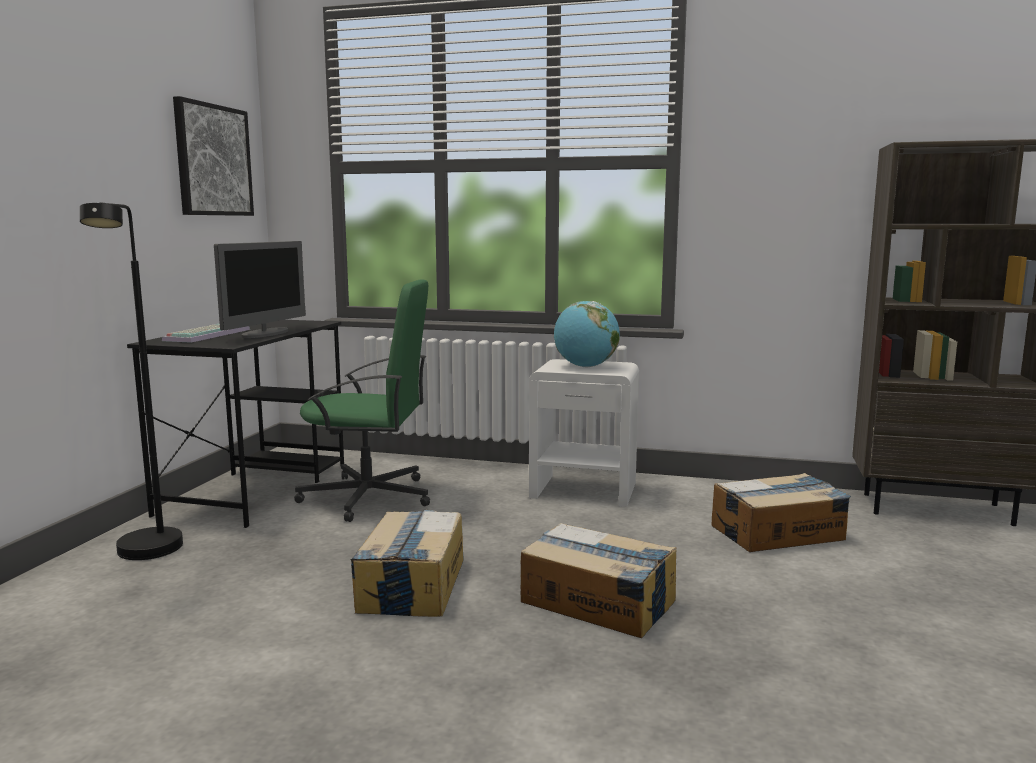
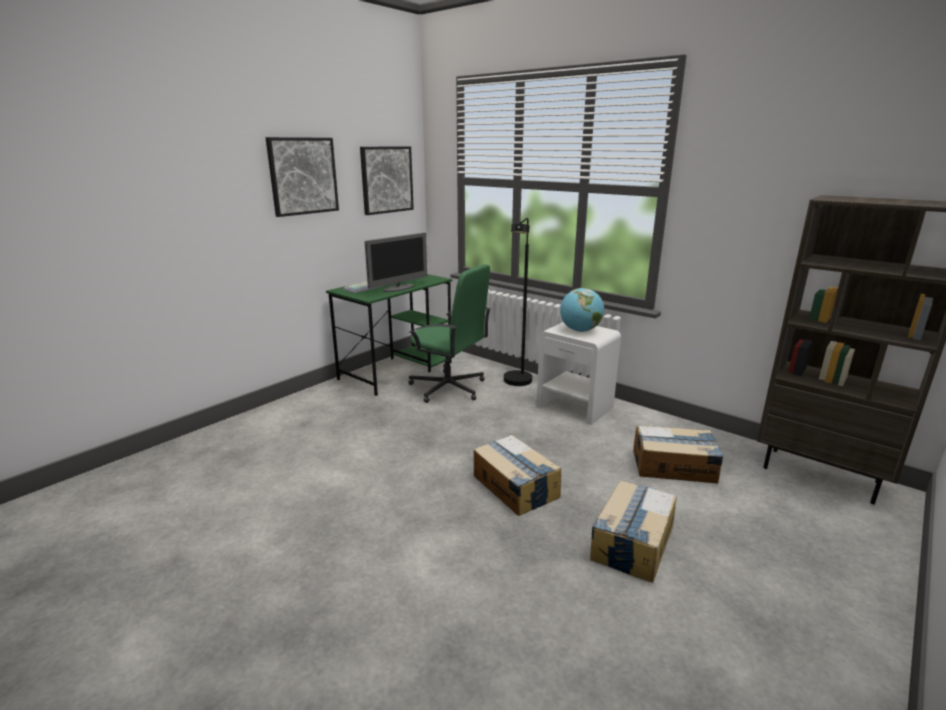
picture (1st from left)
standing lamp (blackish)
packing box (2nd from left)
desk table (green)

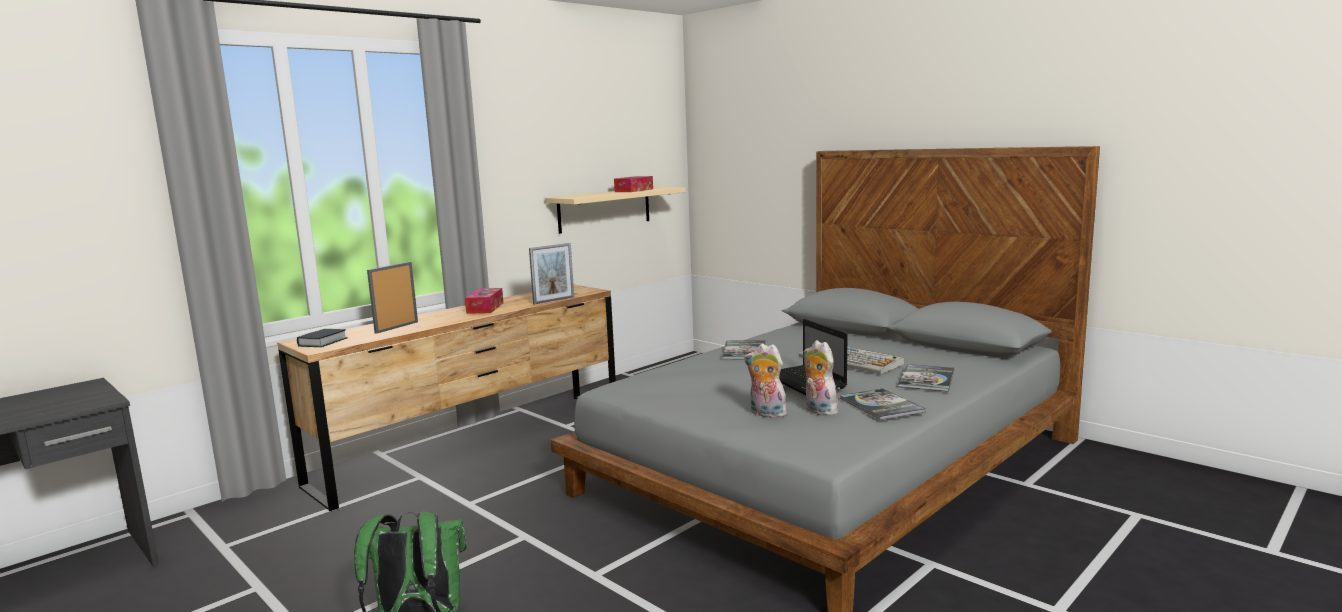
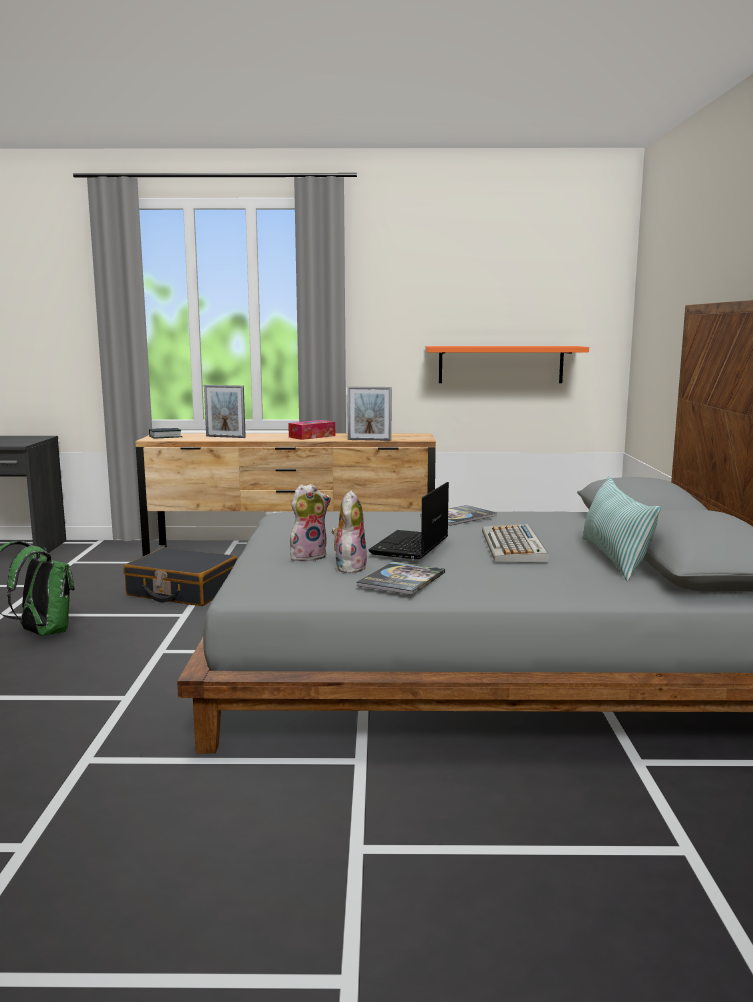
box of tissues (2nd from left in the first image)
bound book (4th from left in the first image)
travel case (blackish)
pillow
shelf (orangey)
photo frame (1st from left)
soft toy (1st from left)

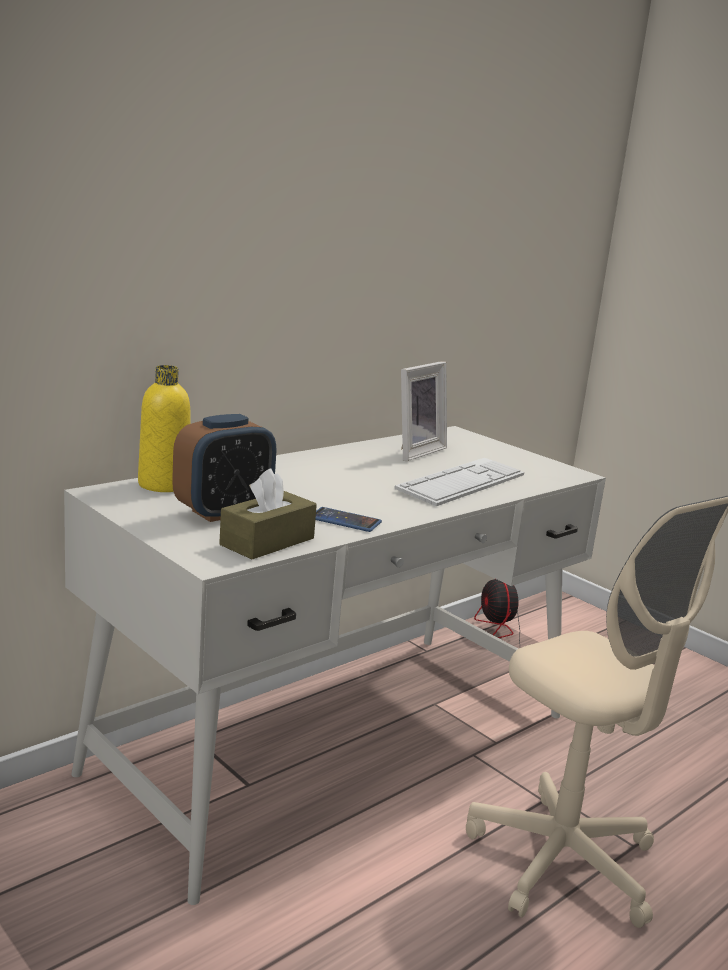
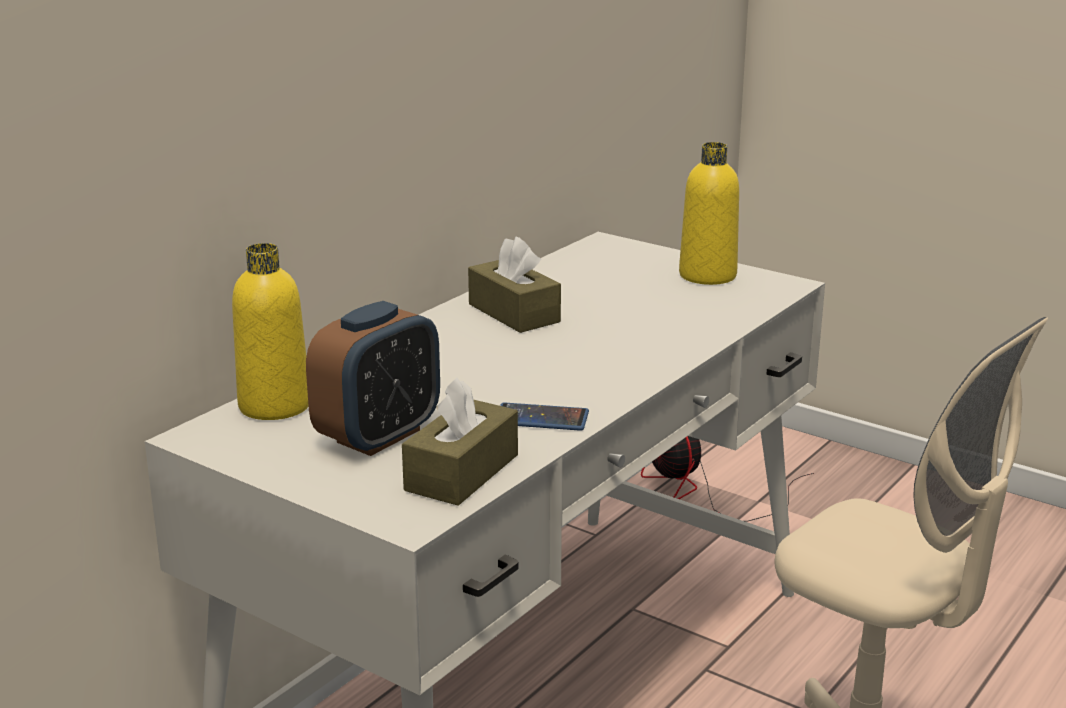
PC keyboard
photo frame
box of tissues (brownish) (2nd from left)
bottle (yellow) (2nd from left)

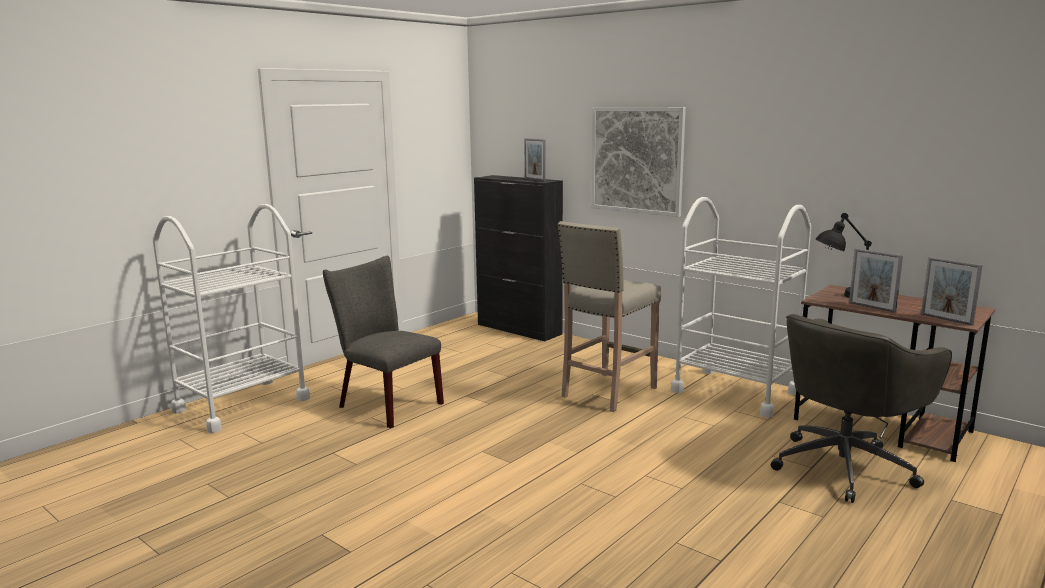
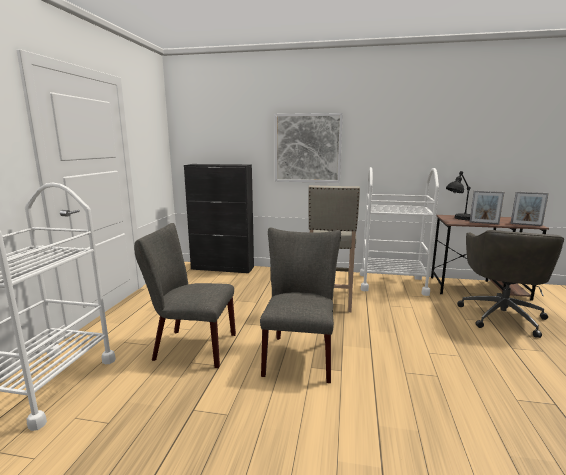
photo frame (1st from left in the first image)
upright chair (greyish) (2nd from left)

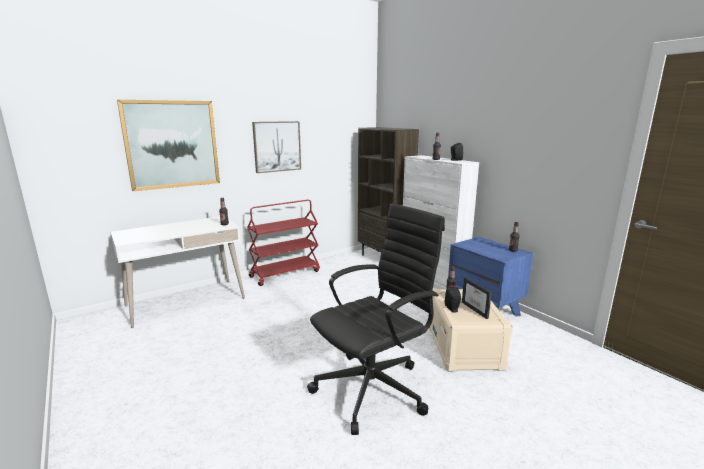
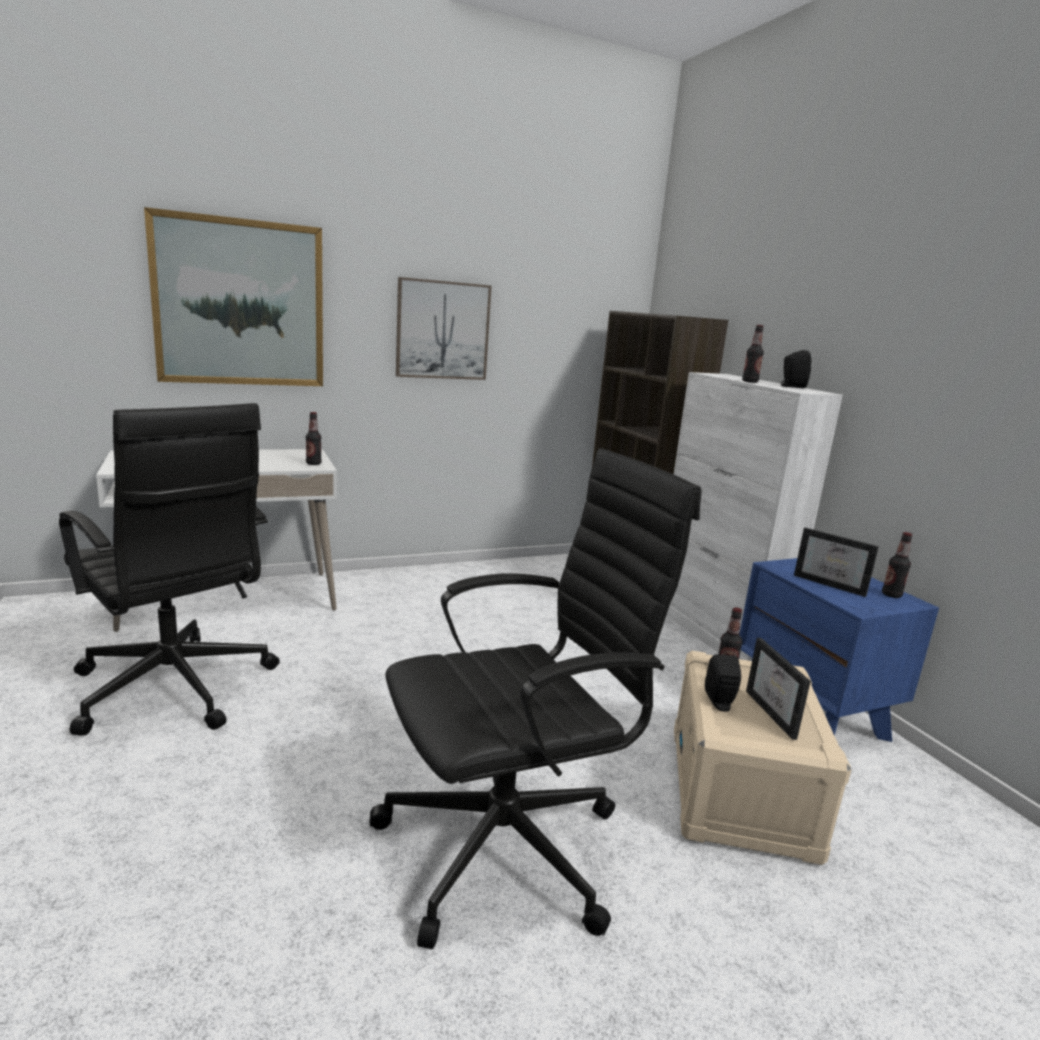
trolley (reddish)
desk chair (blackish) (1st from left)
photo frame (2nd from left)

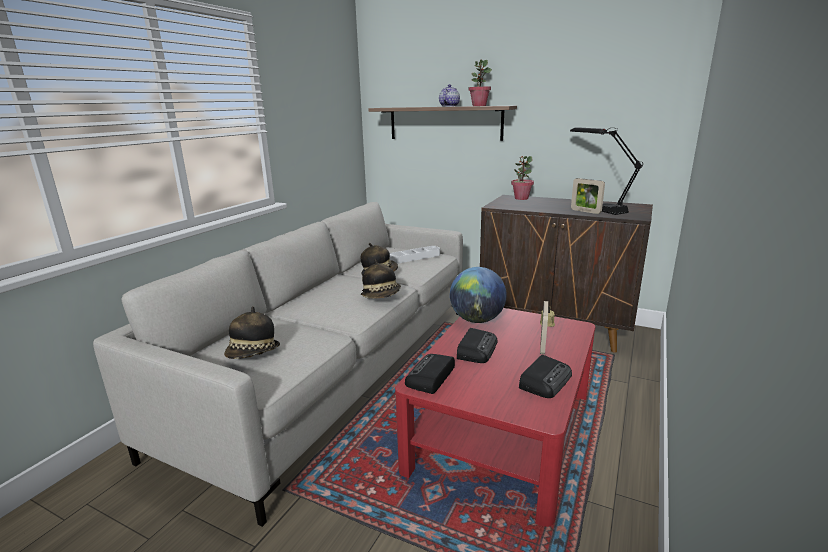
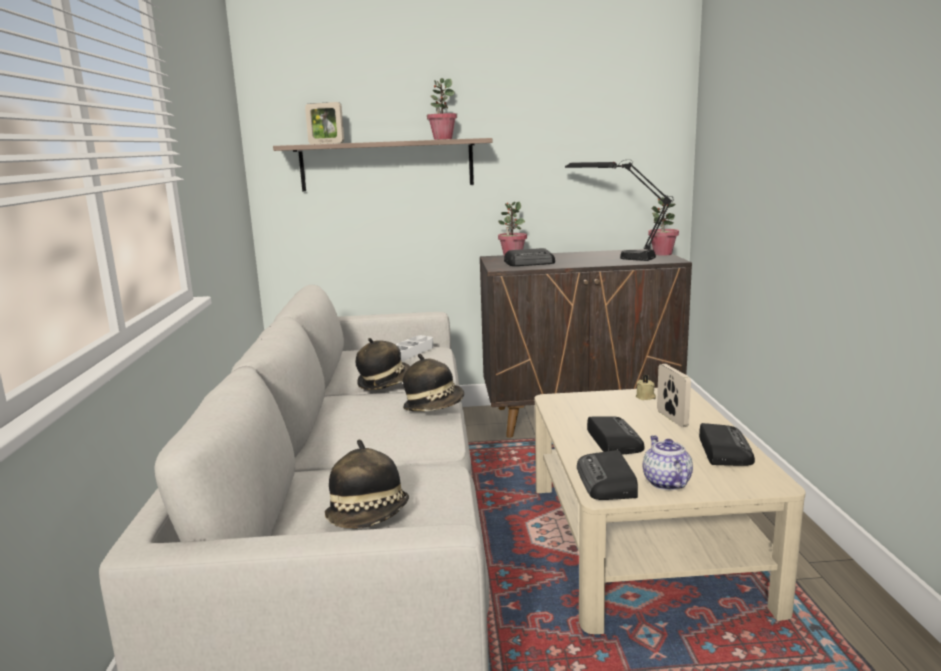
desk globe
radio (1st from left)
potted plant (3rd from left)
tea pot
photo frame (1st from left)
coffee table (sand-coloured)

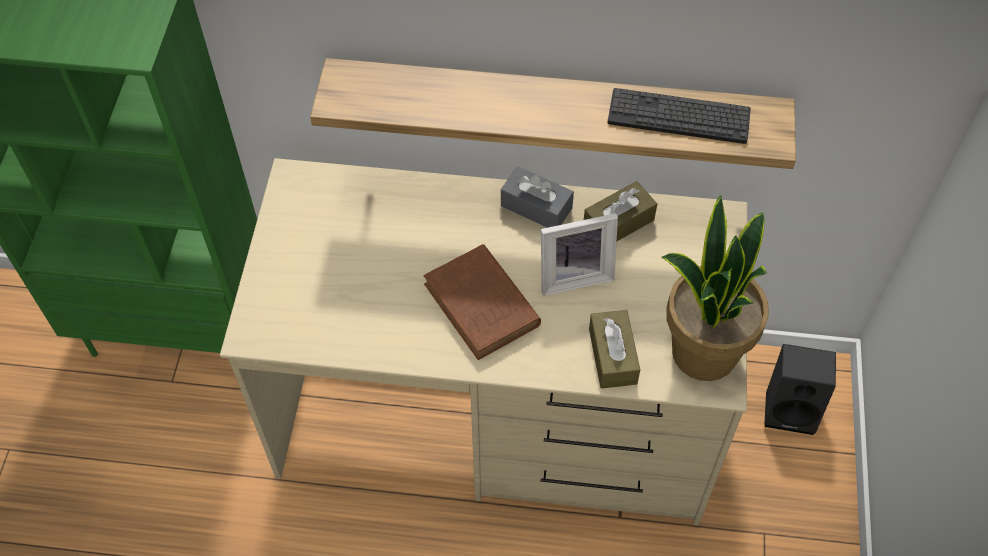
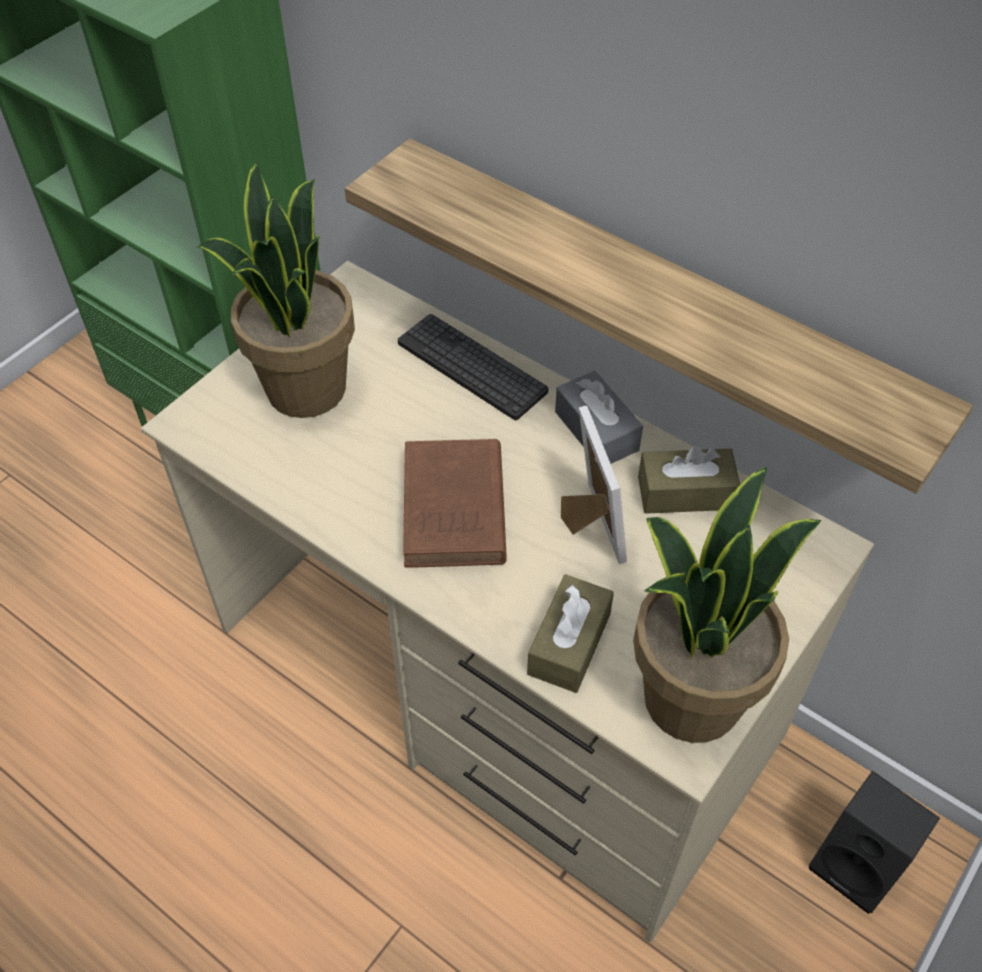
potted plant (1st from left)
PC keyboard
photo frame

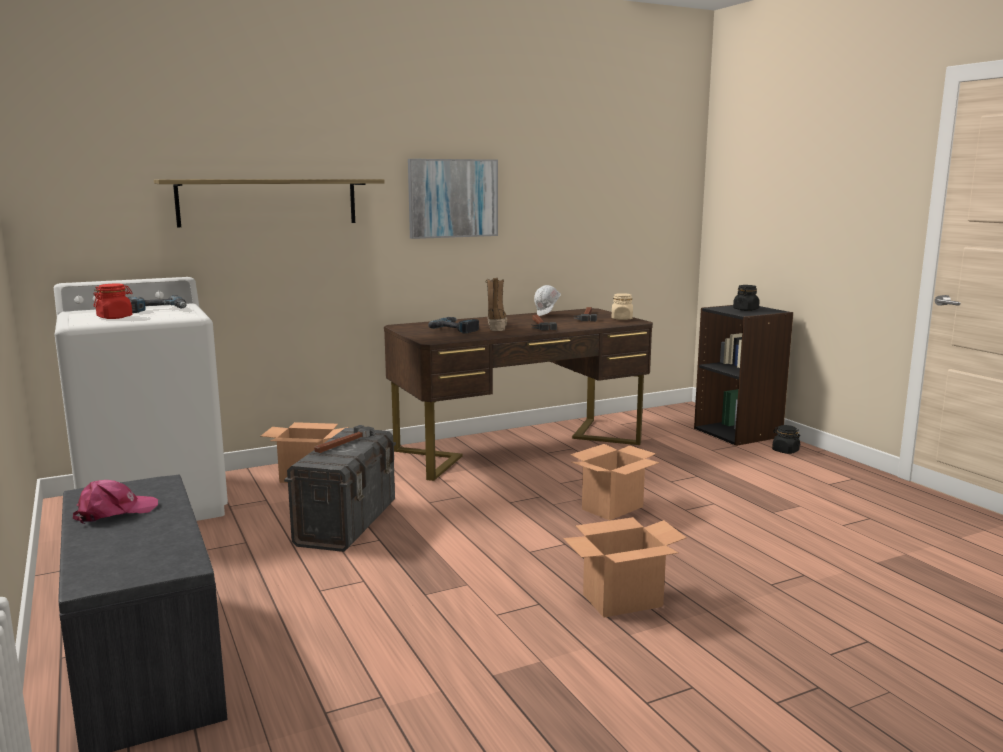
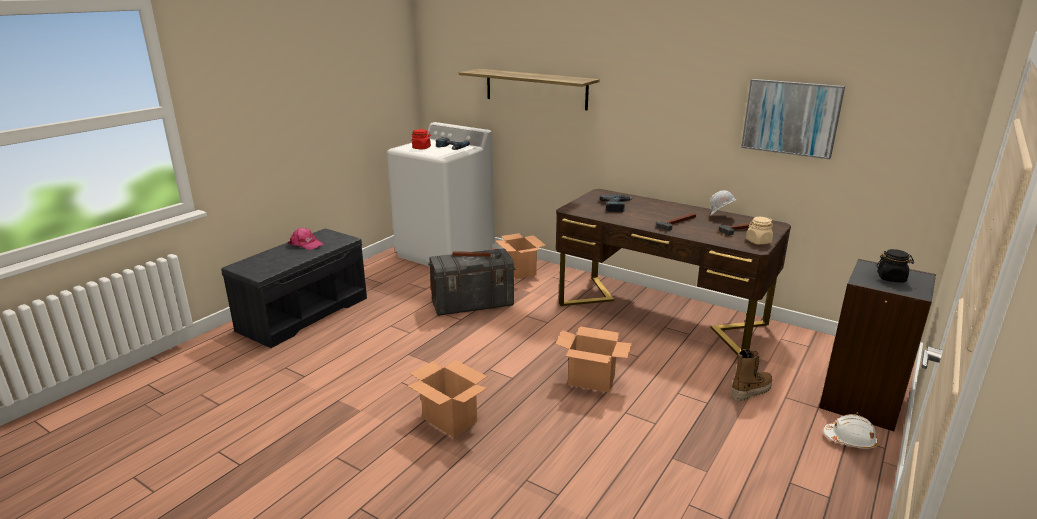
picture
boot
hard hat (whitish) (2nd from left)

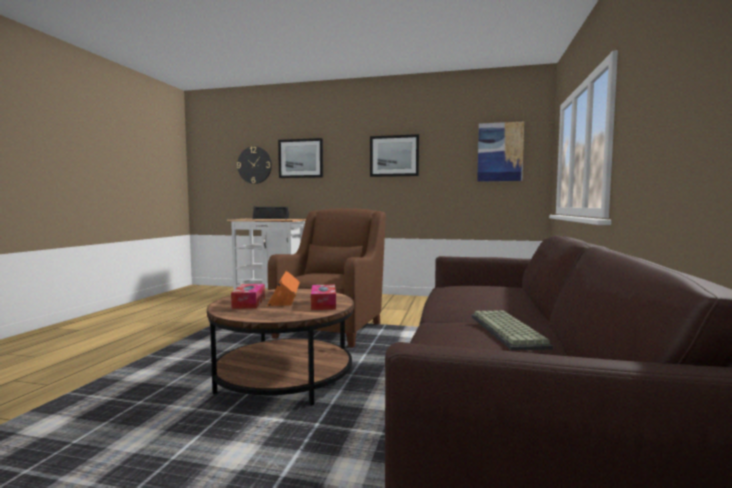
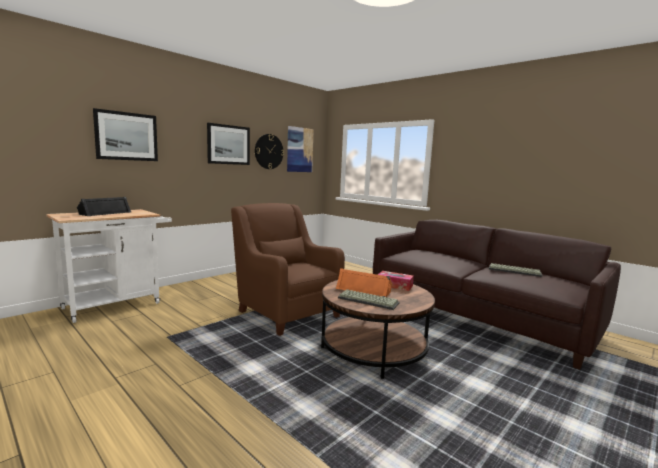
clock on the wall
PC keyboard (1st from left)

